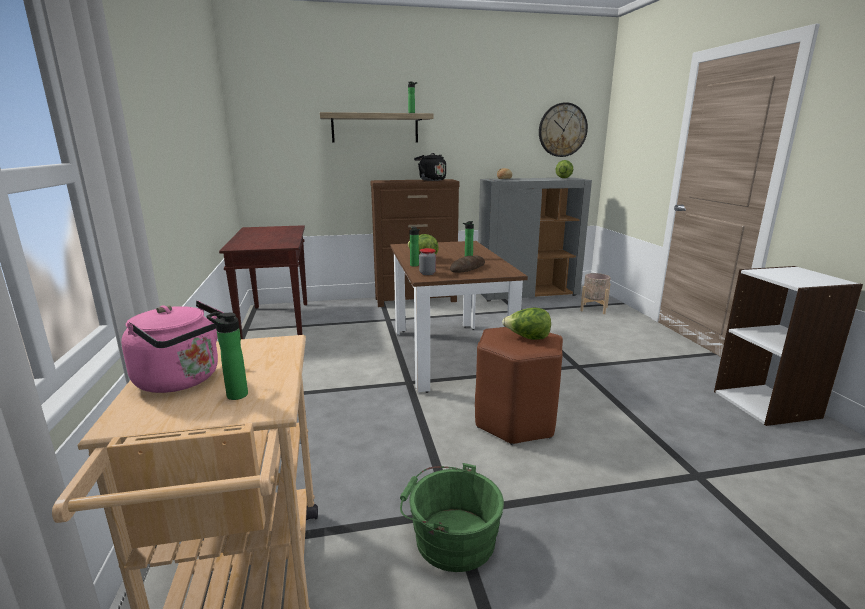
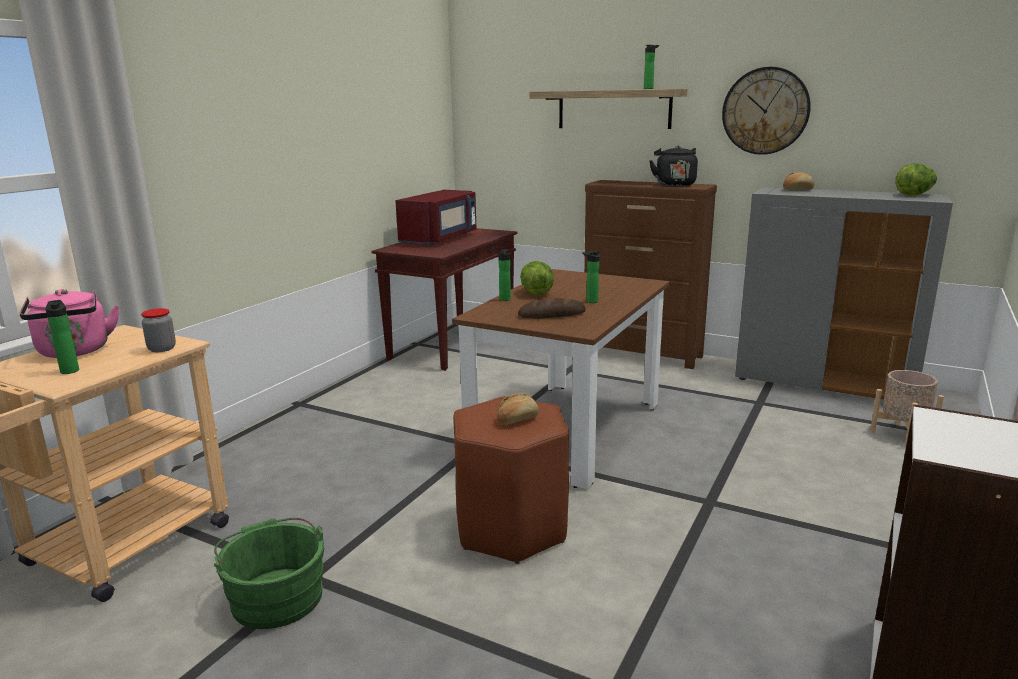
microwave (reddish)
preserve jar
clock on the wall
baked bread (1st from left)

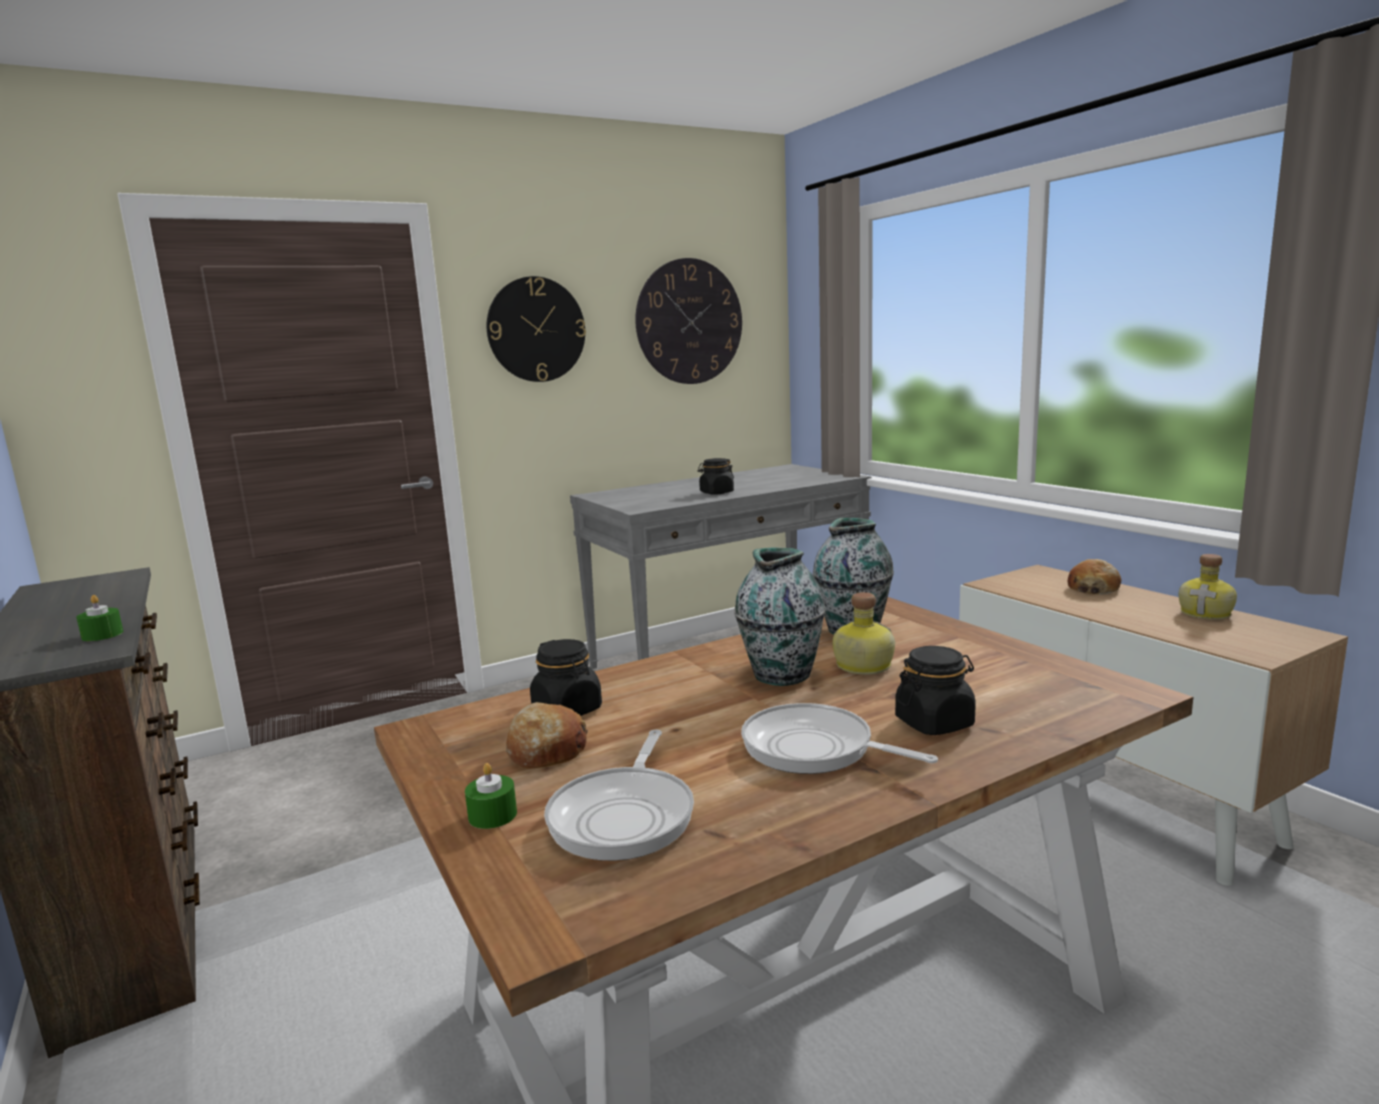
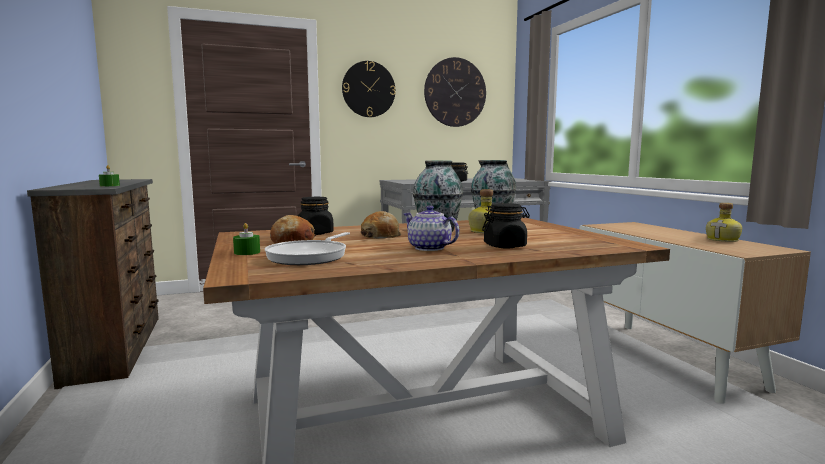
baked bread (2nd from left)
tea pot

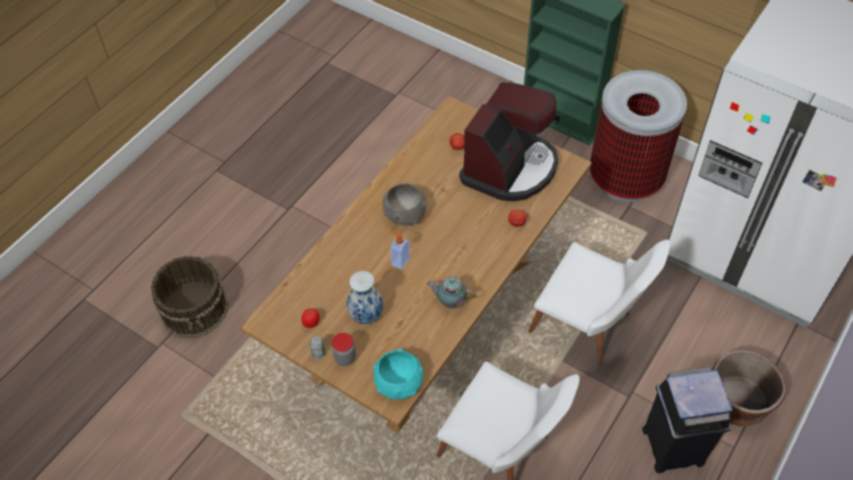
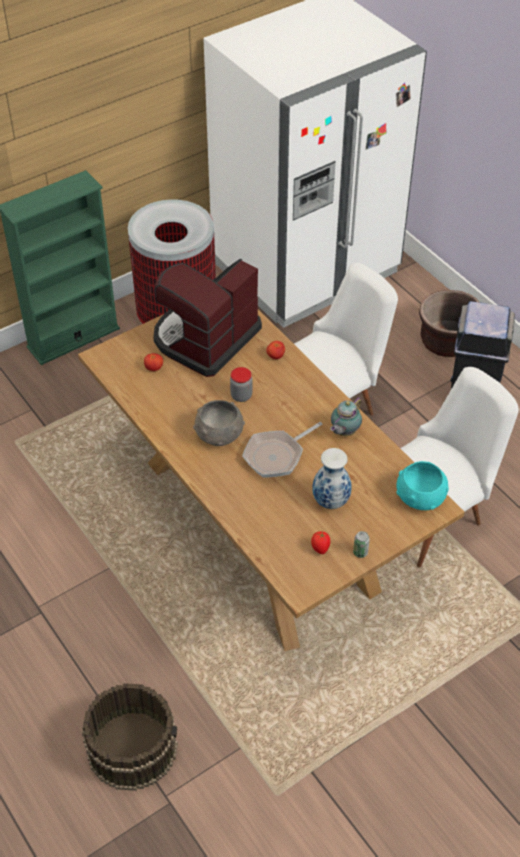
preserve jar
skillet
coffee brewer

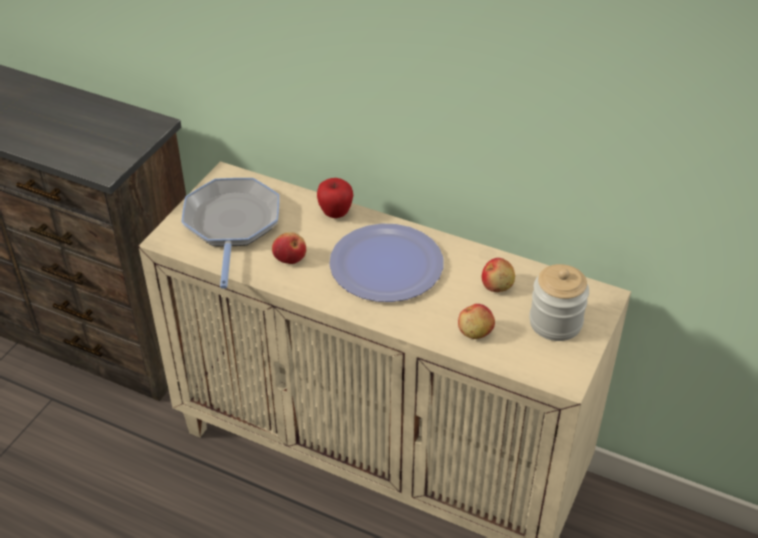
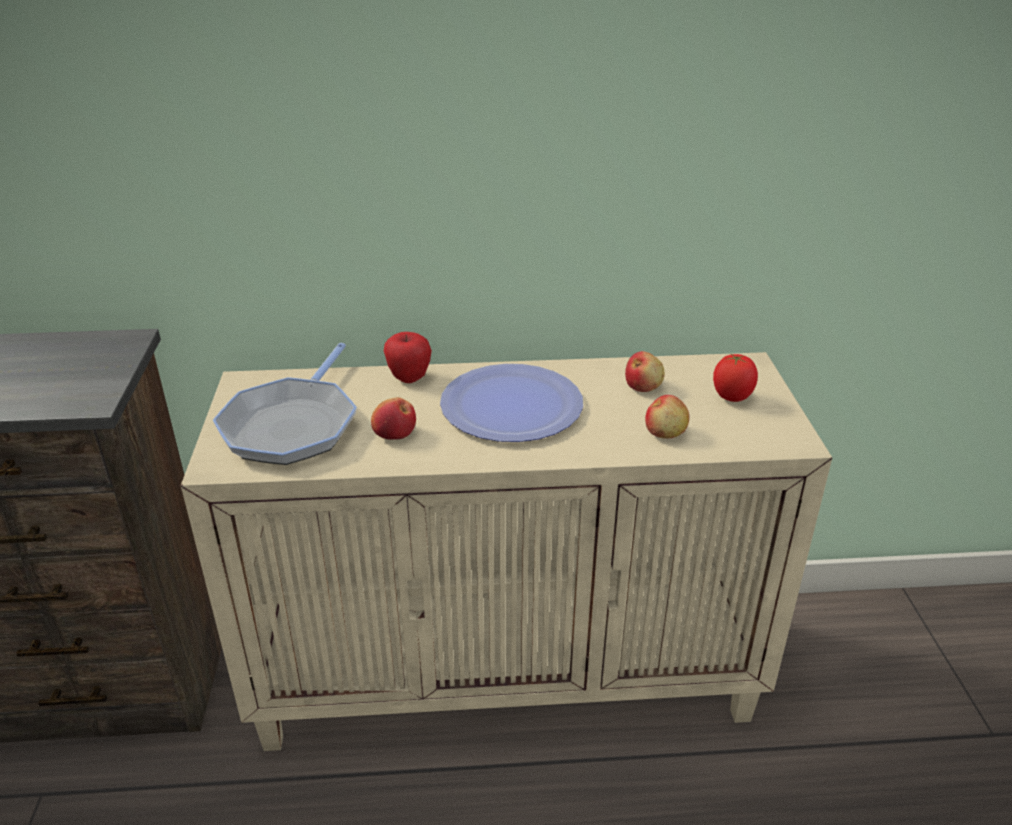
whole tomato
skillet

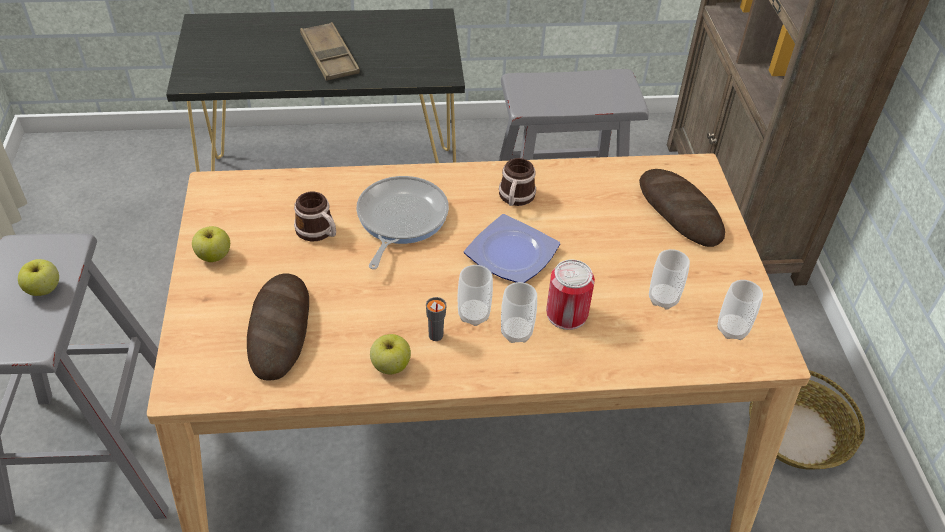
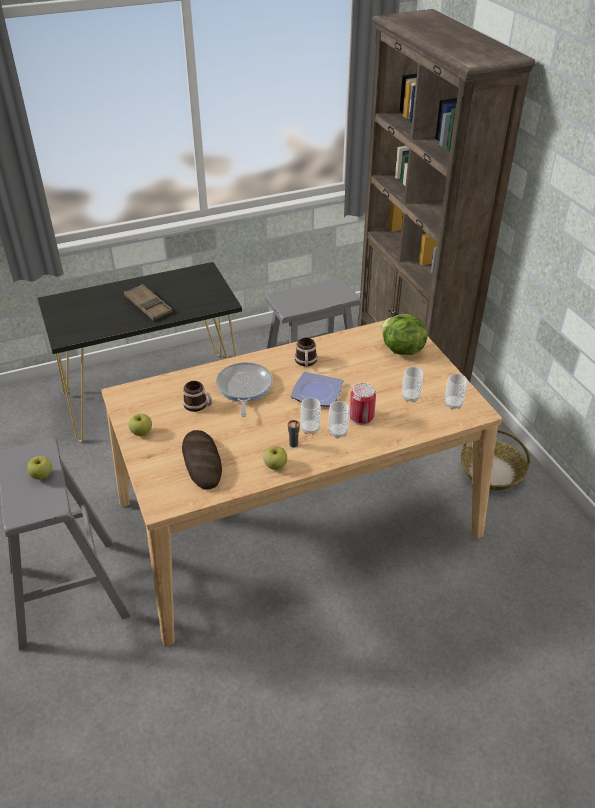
lettuce head

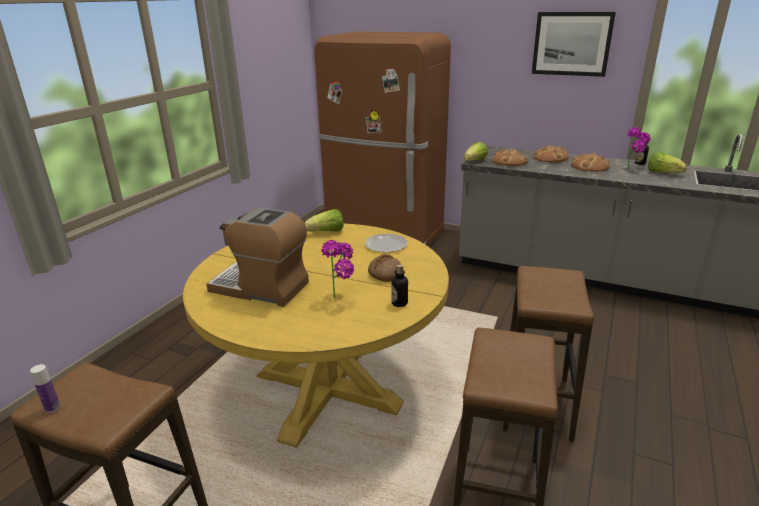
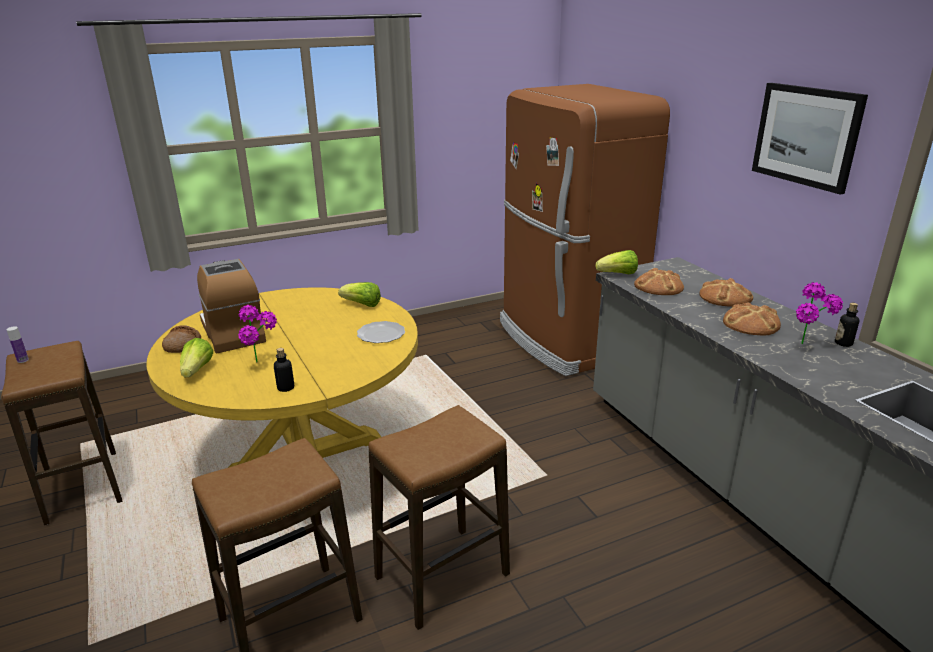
baked bread (1st from left)
lettuce head (1st from left)

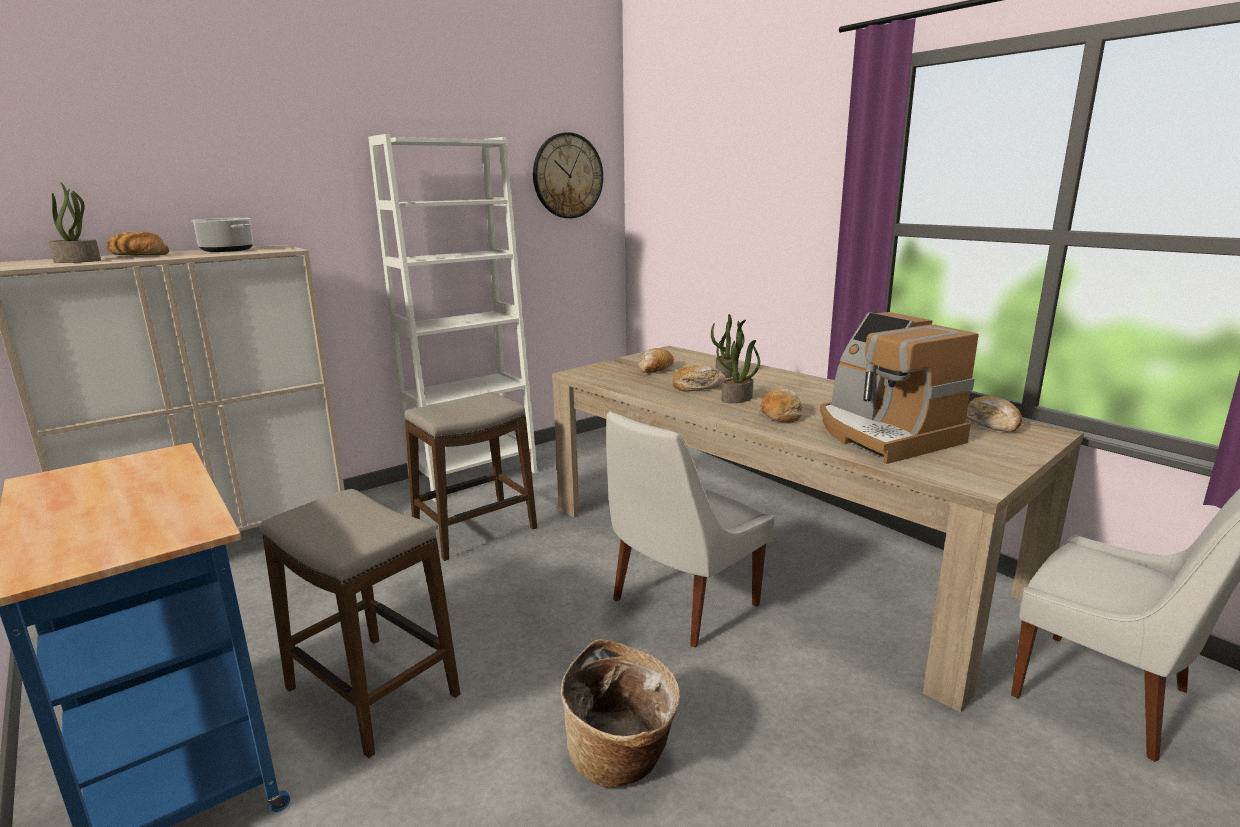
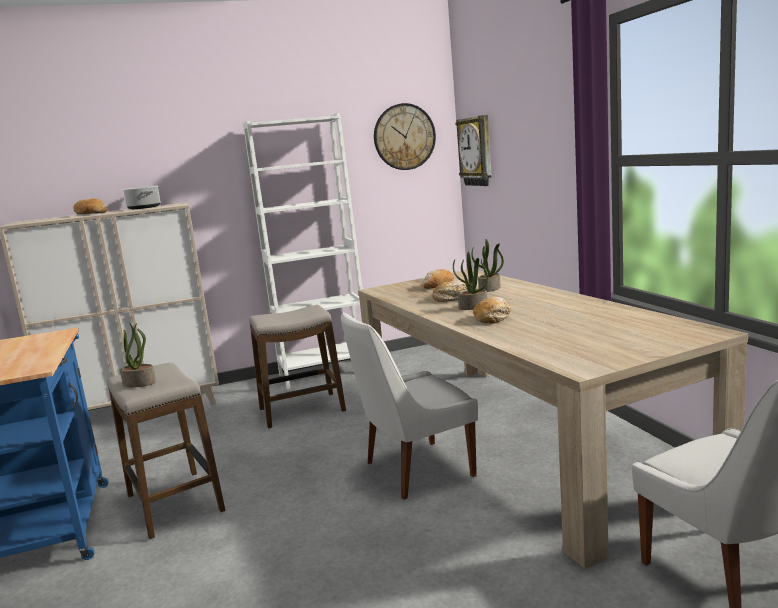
household basket
coffee brewer
baked bread (5th from left in the first image)
clock on the wall (2nd from left)
potted plant (1st from left)

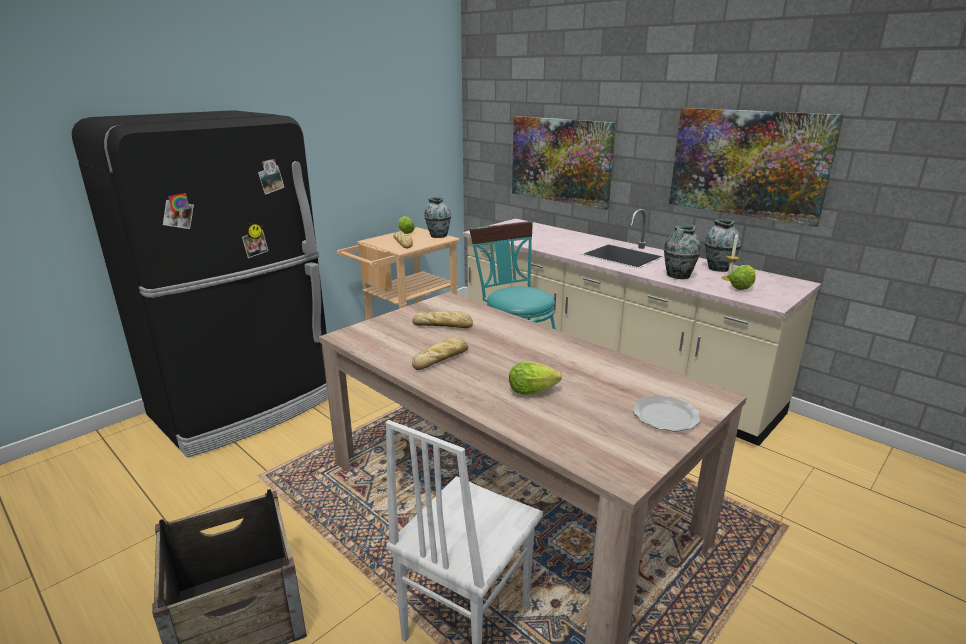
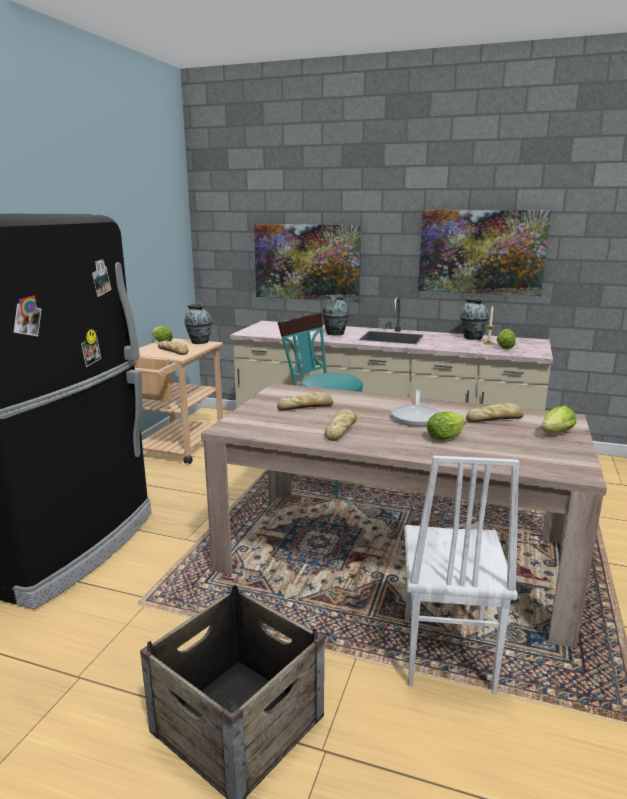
skillet
baked bread (4th from left)
flower vase (2nd from left)
lettuce head (4th from left)

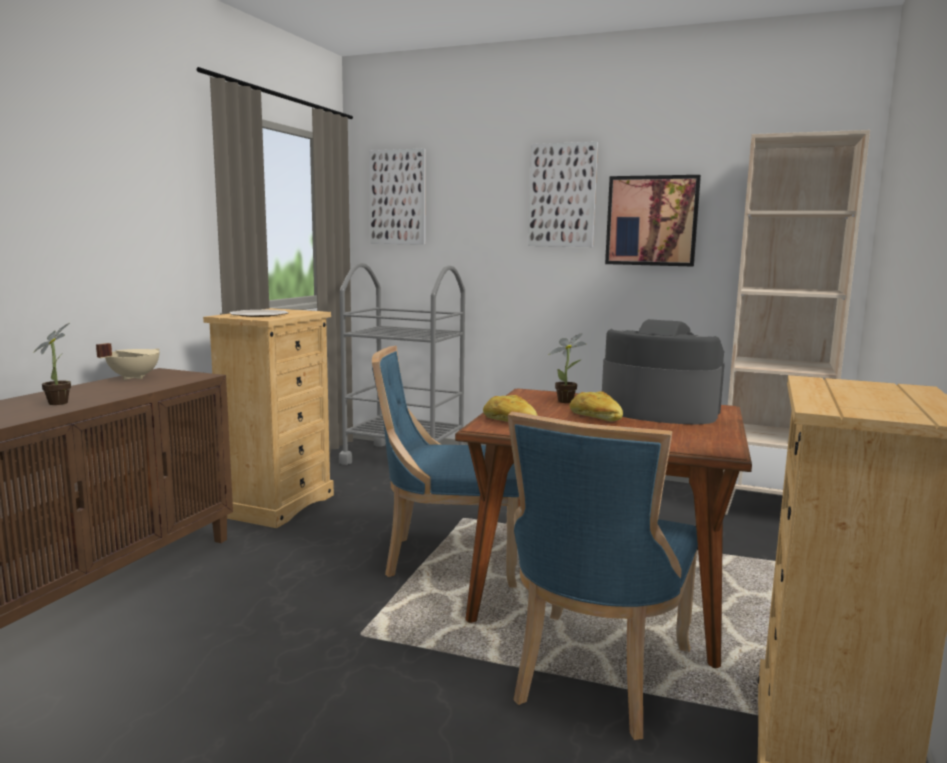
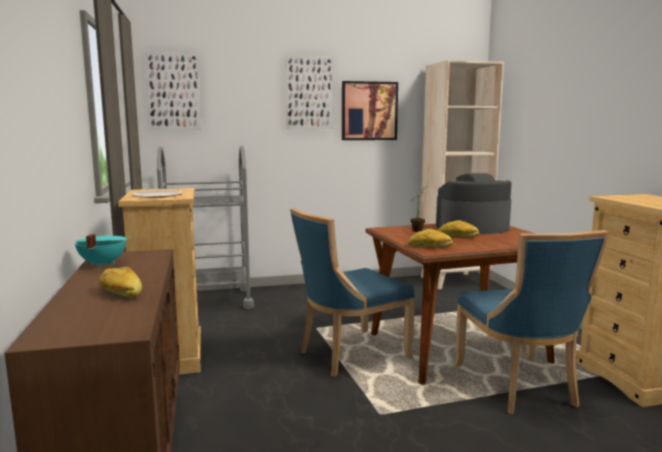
baked bread (1st from left)
cooking pot (blue-green)

